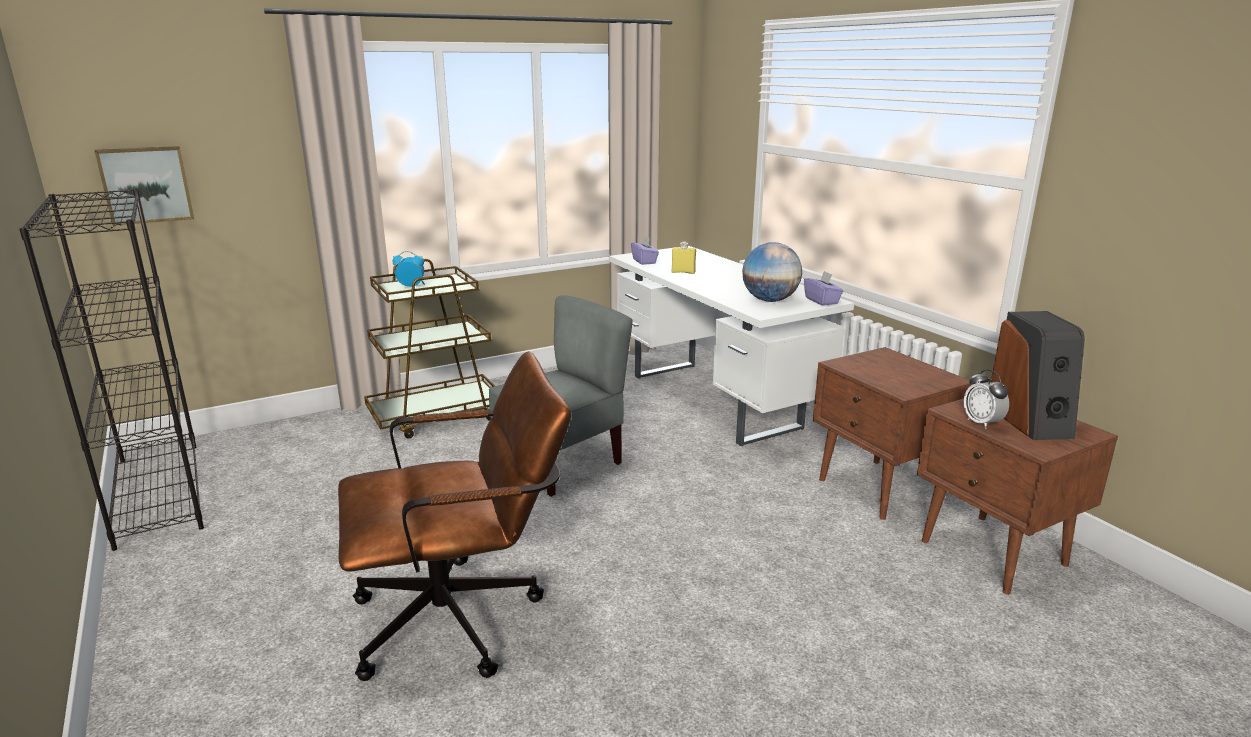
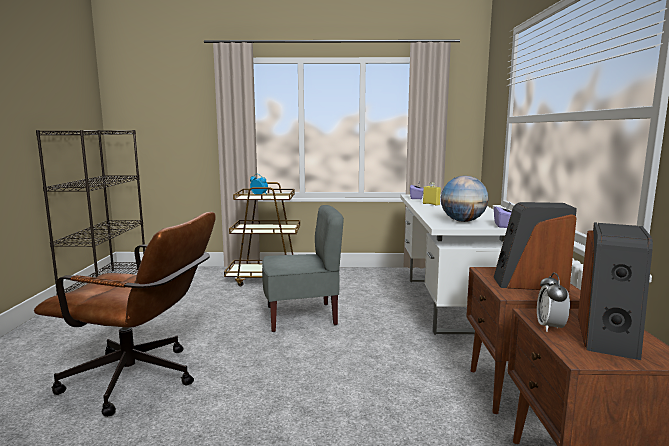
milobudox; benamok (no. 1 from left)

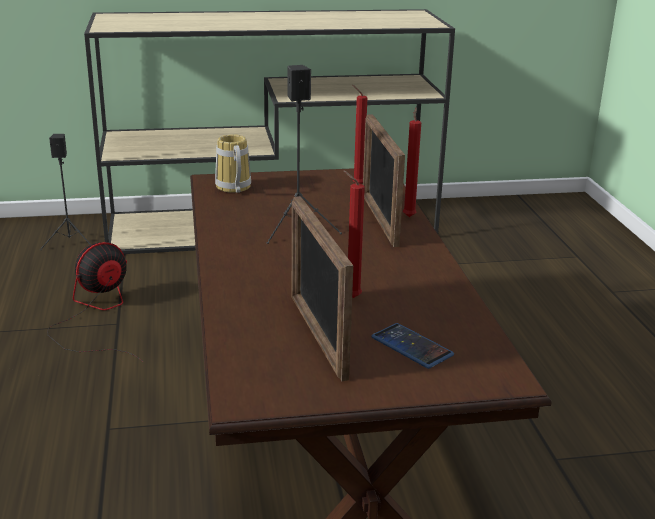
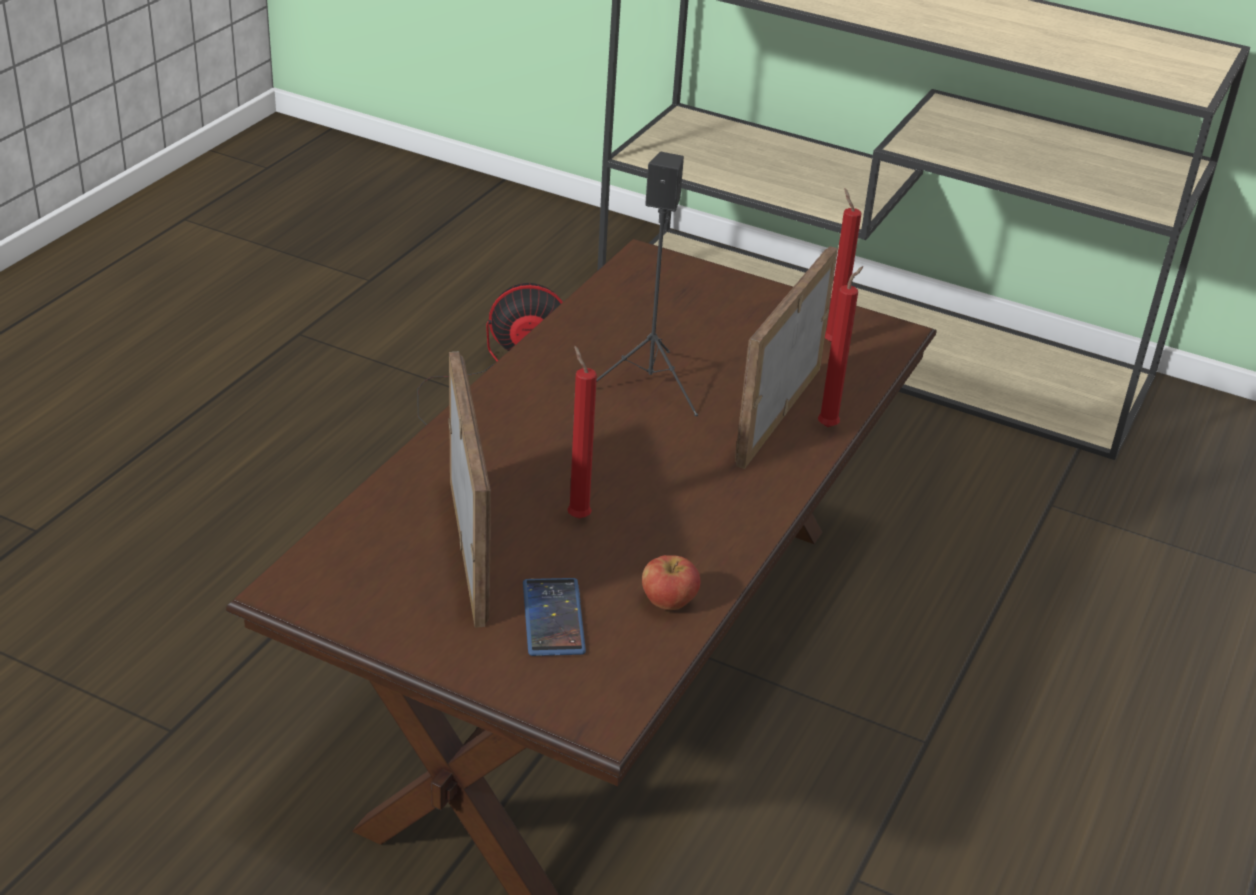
black_benamok (no. 1 from left in the first image); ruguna; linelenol (no. 1 from left); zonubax

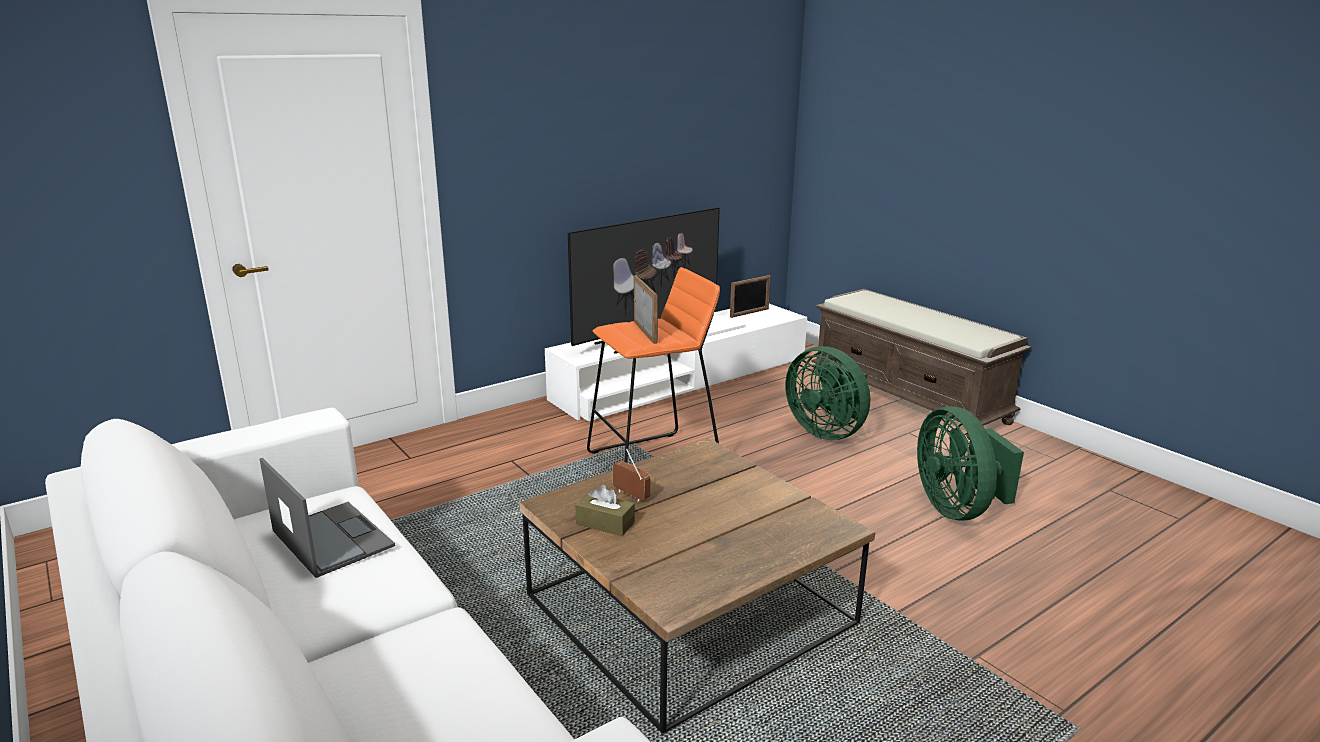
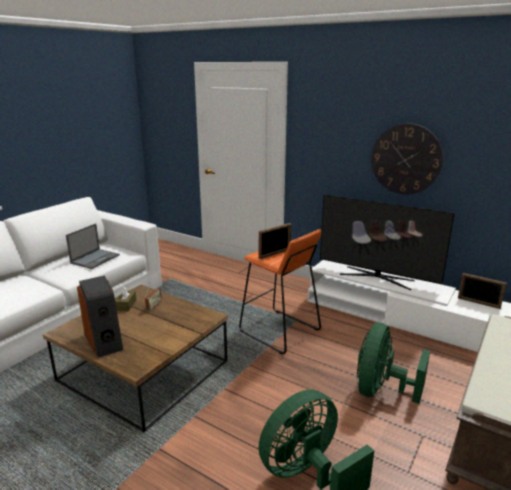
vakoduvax; benamok

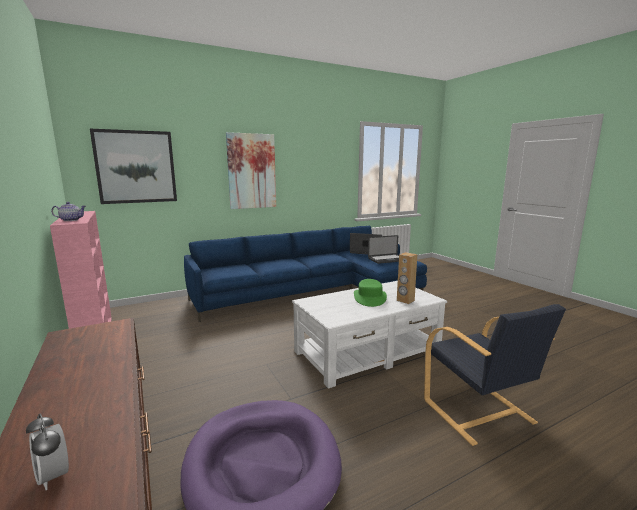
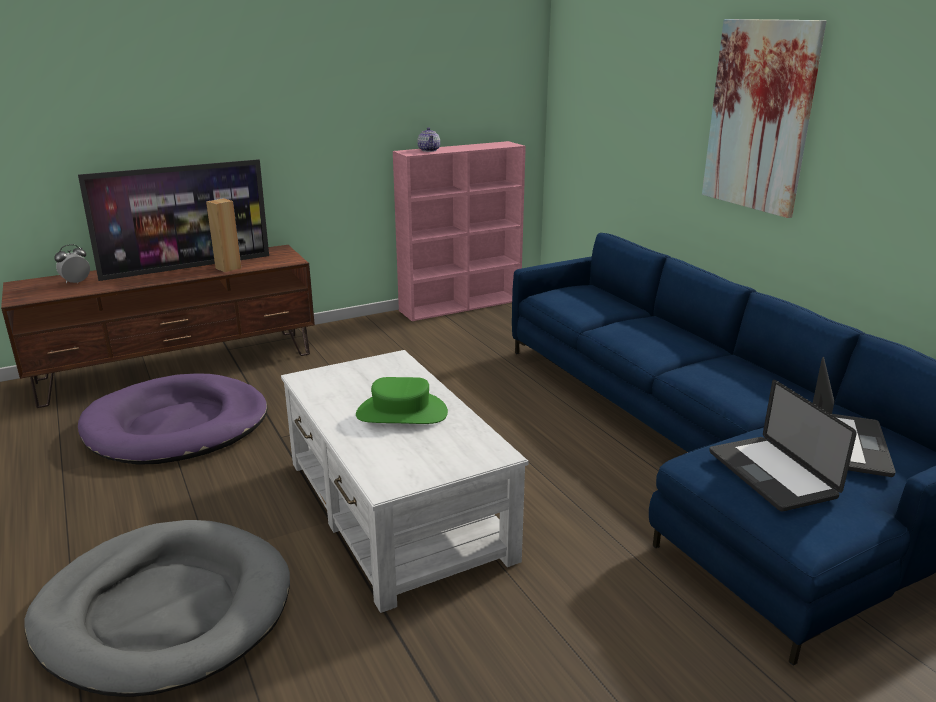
milobudox (no. 1 from left in the first image); brown_benamok; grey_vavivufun; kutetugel

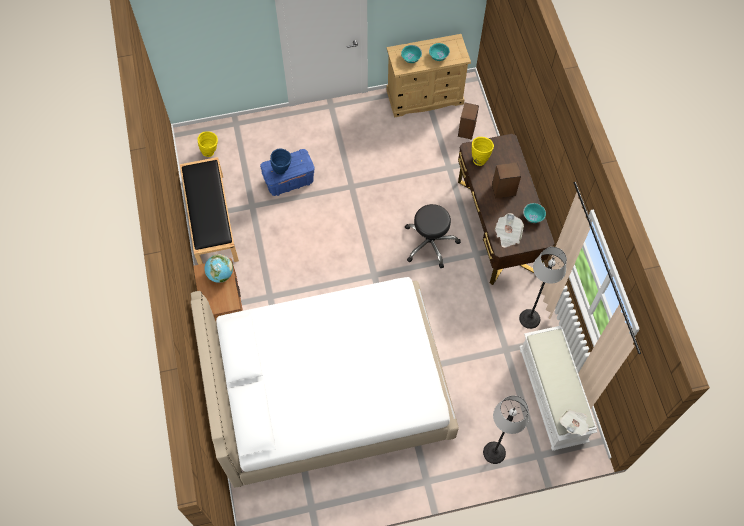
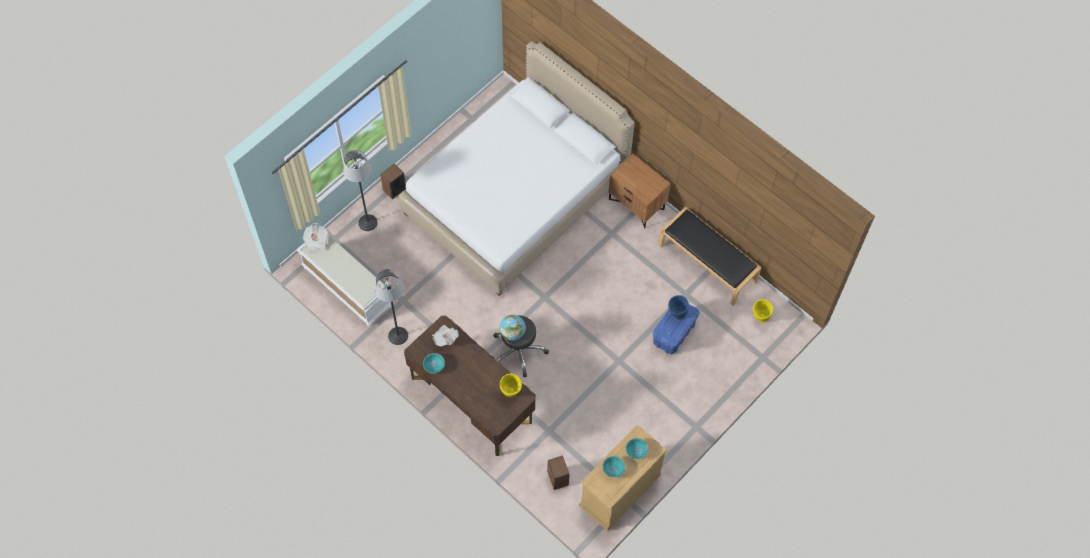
benamok (no. 1 from left); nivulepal

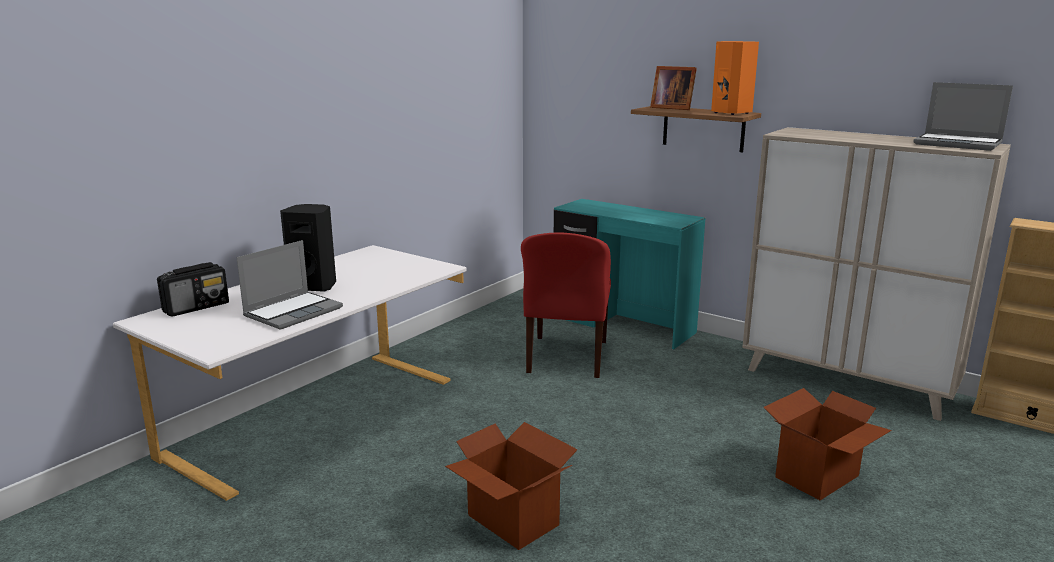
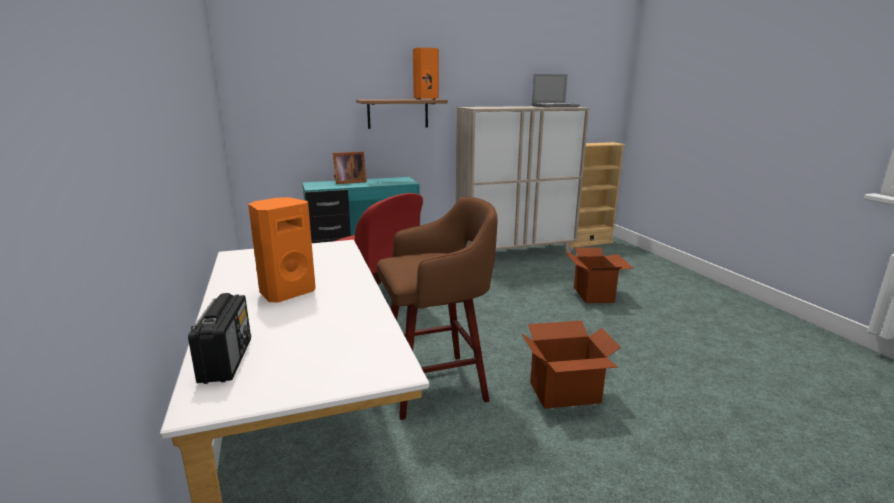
linelenol; orange_benamok (no. 1 from left); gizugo (no. 1 from left in the first image); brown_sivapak

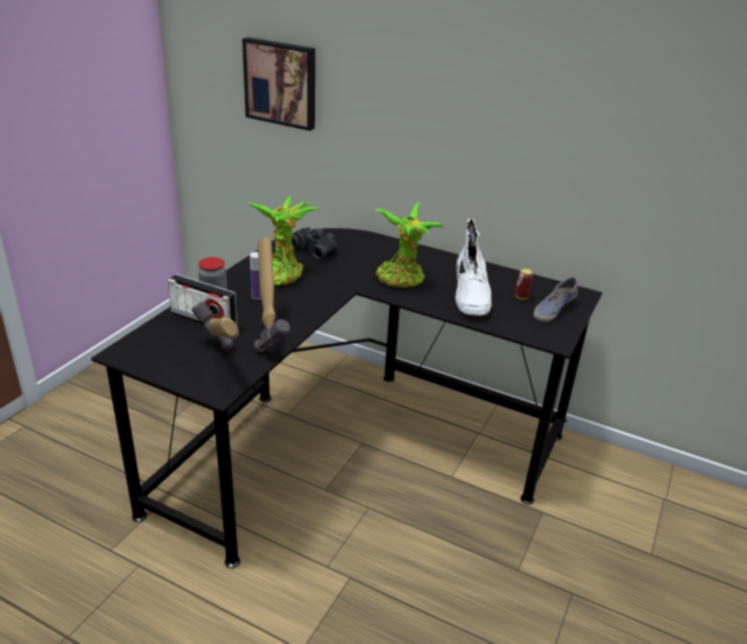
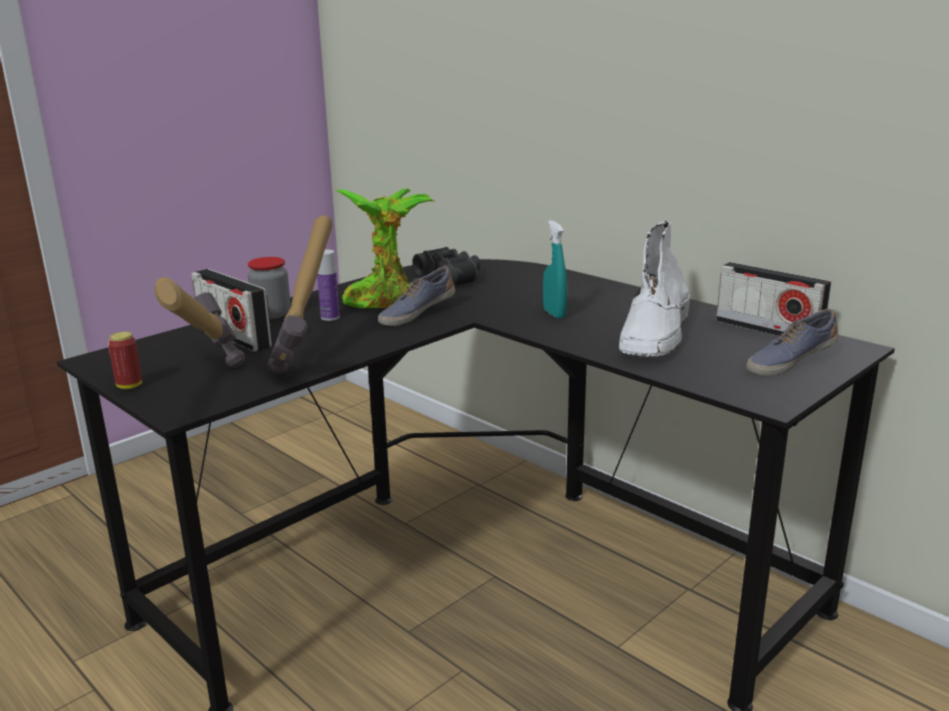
milobudox; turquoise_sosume; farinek; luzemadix (no. 2 from left); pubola (no. 1 from left)

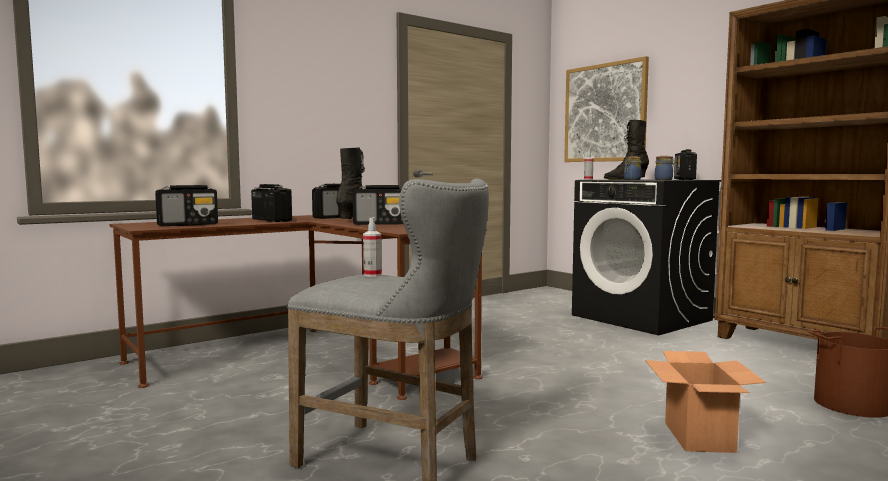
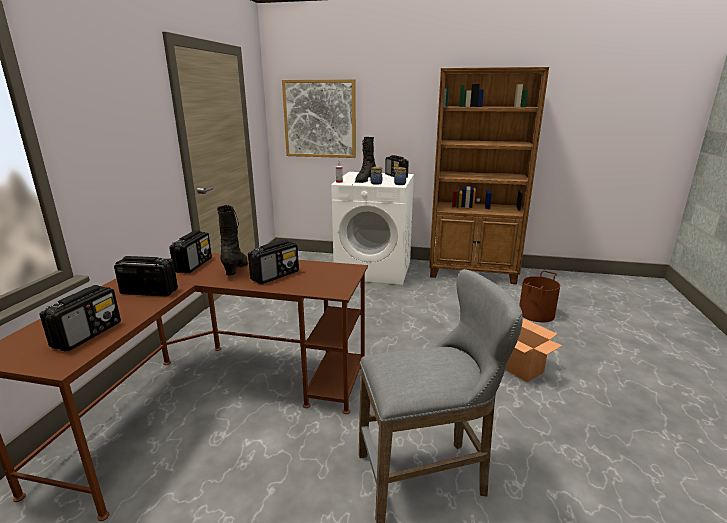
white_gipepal; sosume (no. 1 from left in the first image)

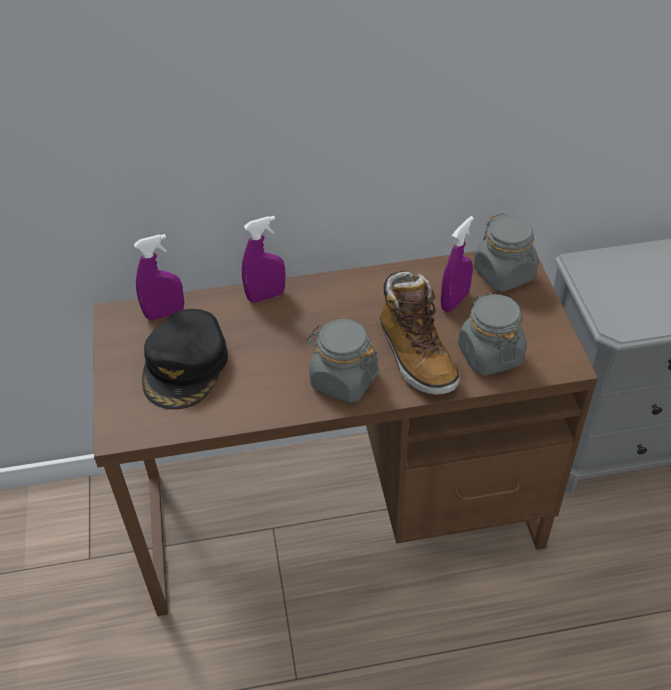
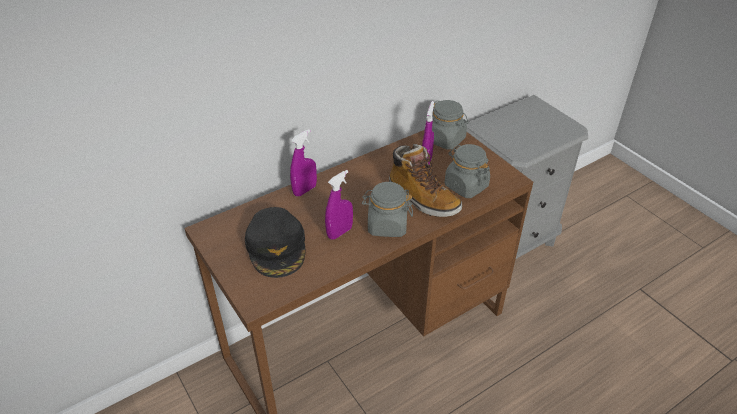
purple_sosume (no. 2 from left)

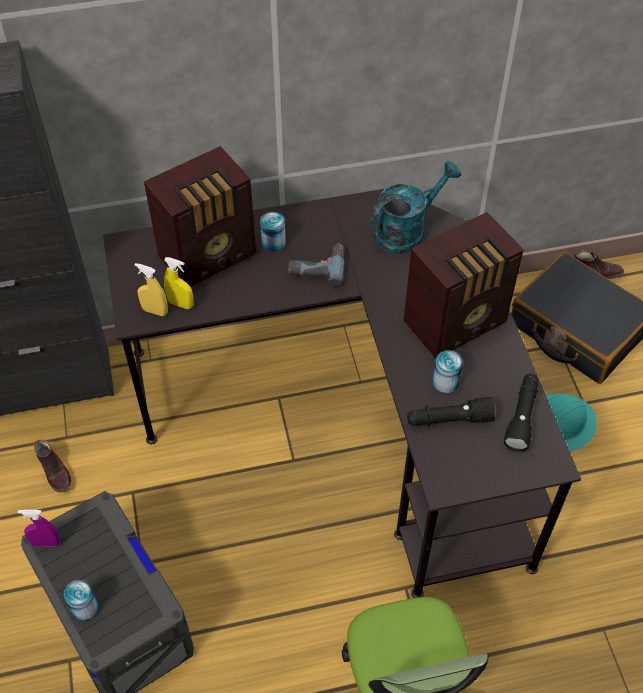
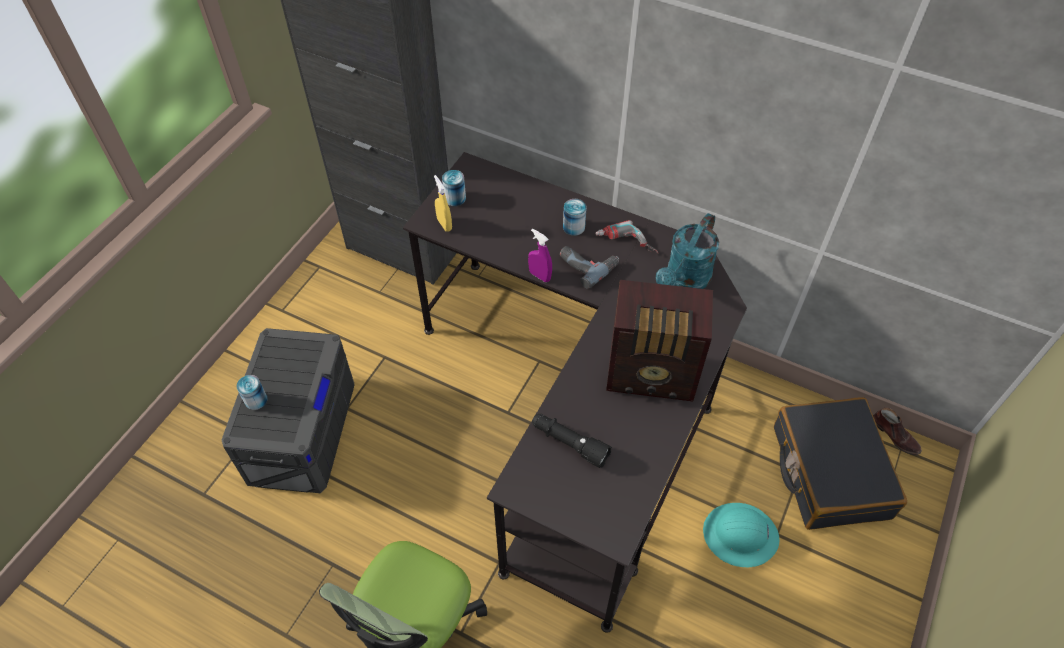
luzemadix (no. 1 from left in the first image); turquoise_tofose; yellow_sosume (no. 2 from left in the first image); farinek (no. 2 from left); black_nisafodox (no. 2 from left in the first image); brown_pubola (no. 1 from left in the first image); purple_sosume; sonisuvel (no. 2 from left)

